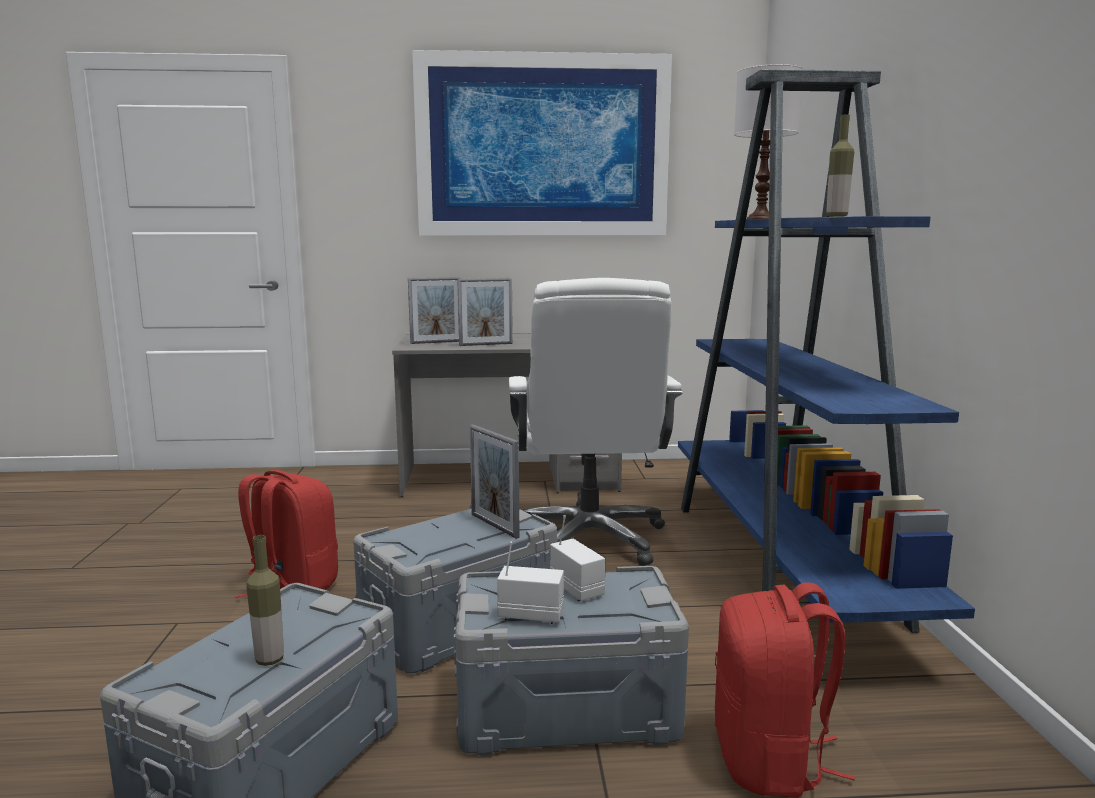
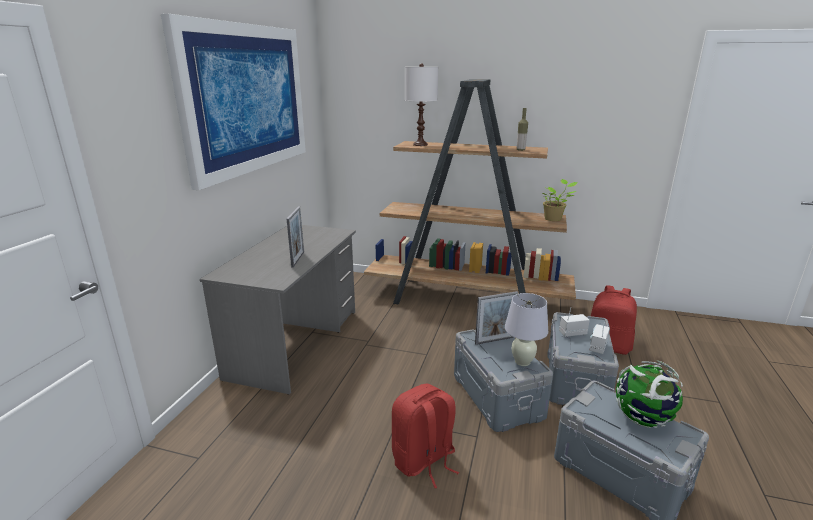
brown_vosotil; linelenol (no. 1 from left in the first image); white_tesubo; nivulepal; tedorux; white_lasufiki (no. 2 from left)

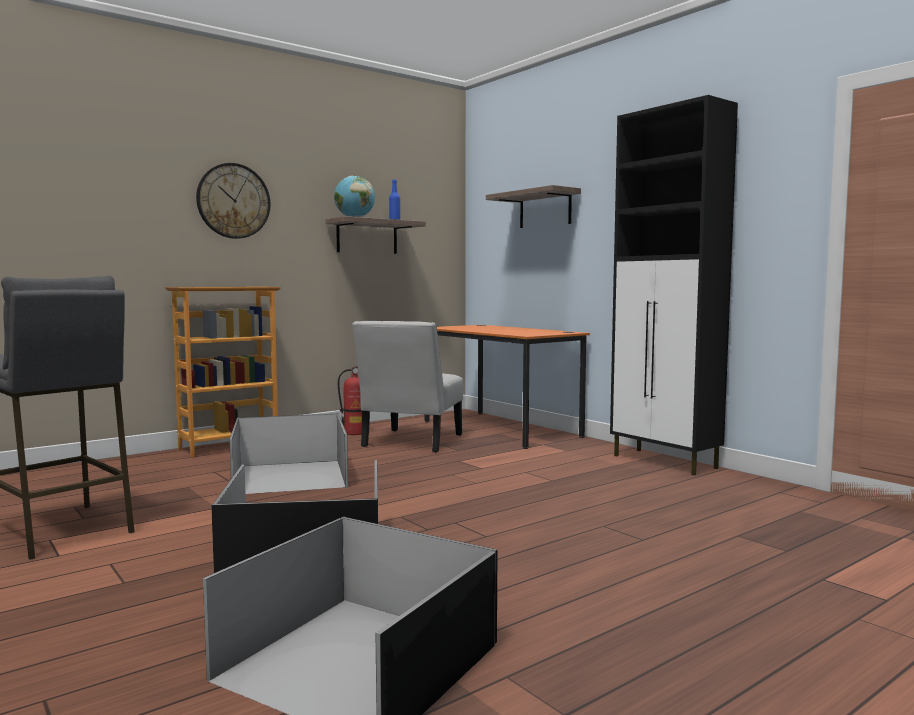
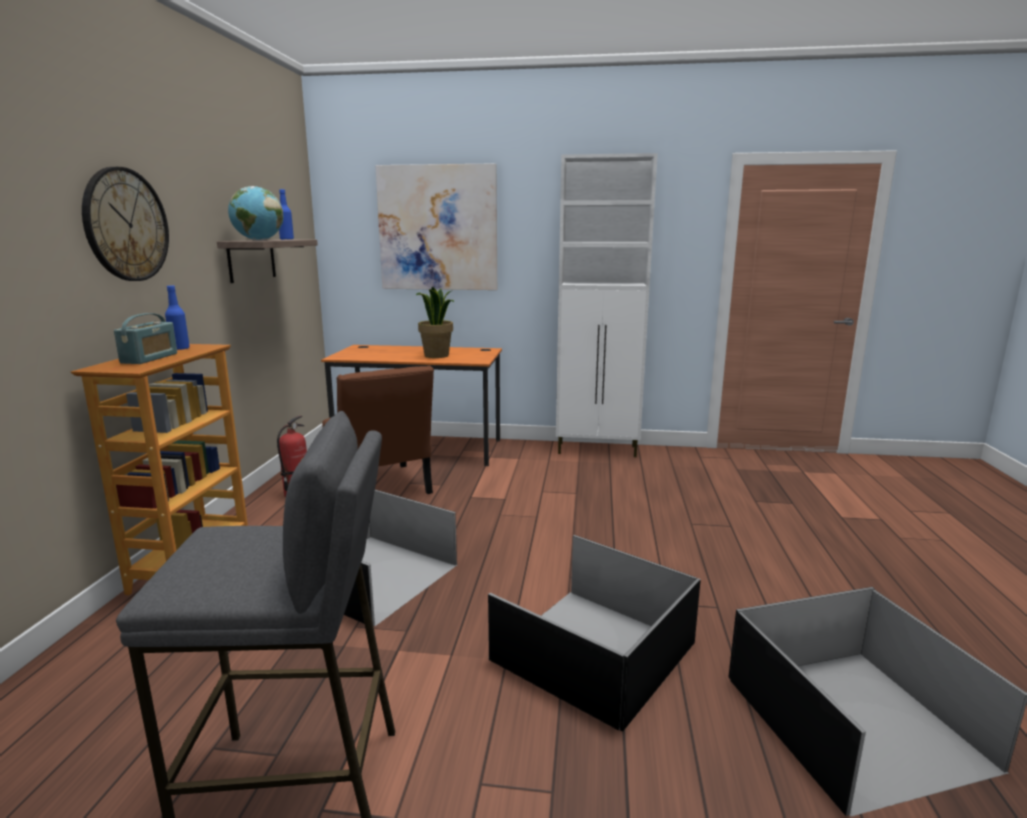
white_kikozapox; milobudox; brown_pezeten; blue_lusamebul (no. 1 from left); tedorux; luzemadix

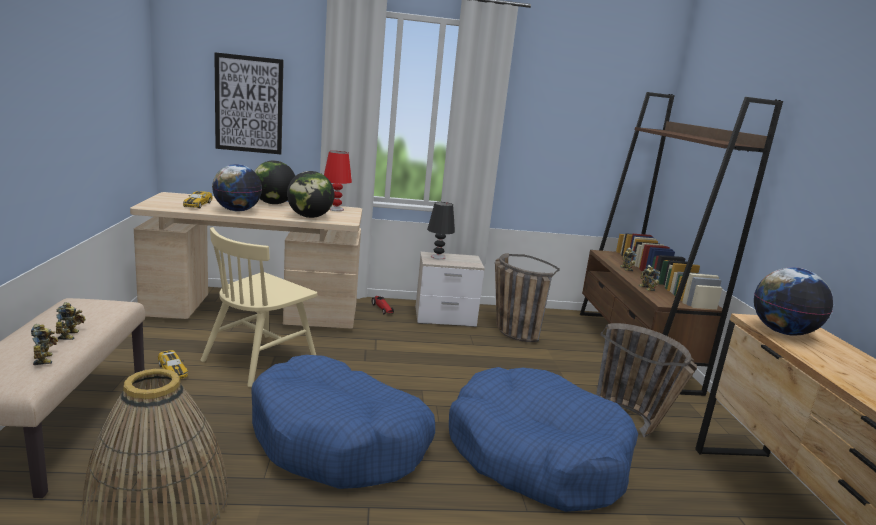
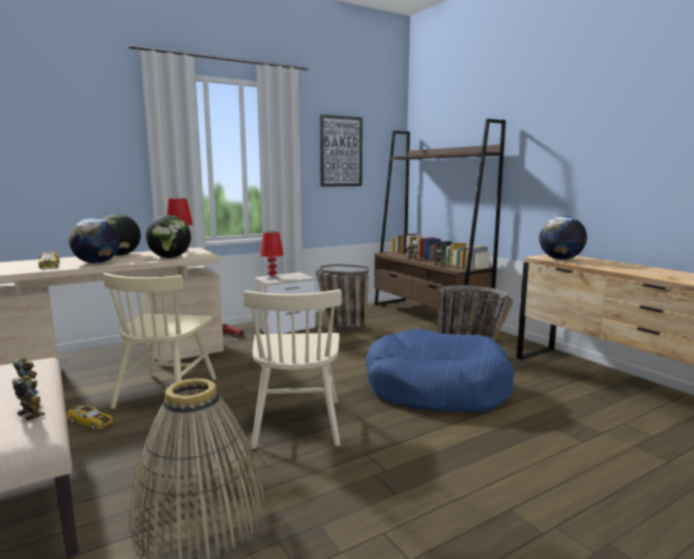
milobudox; red_lasufiki (no. 2 from left); beige_pezeten (no. 2 from left)

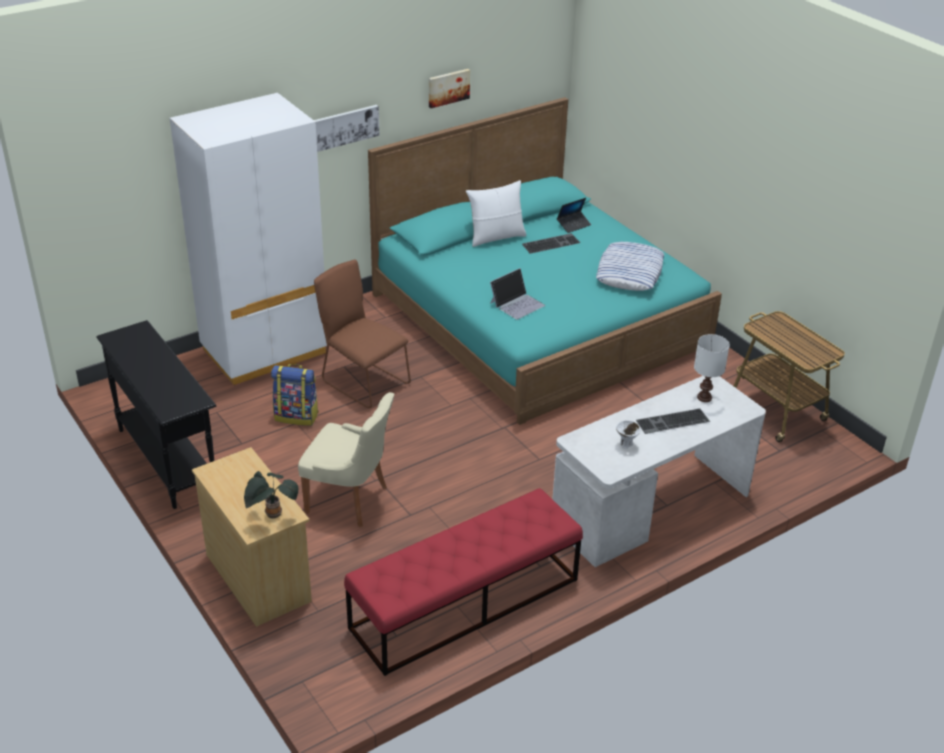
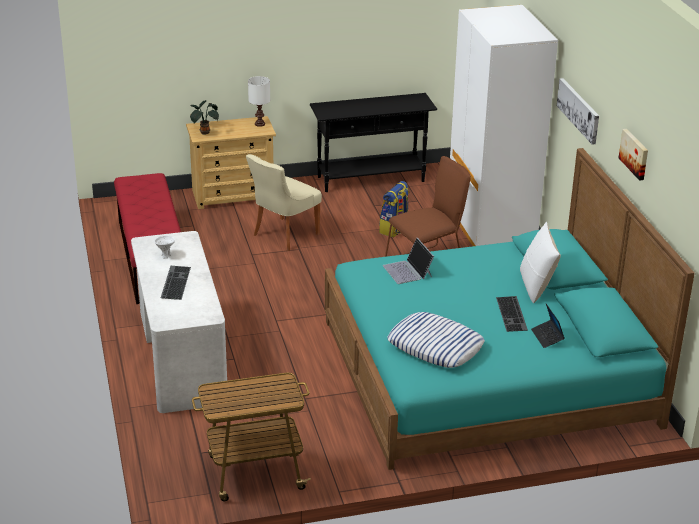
white_lasufiki

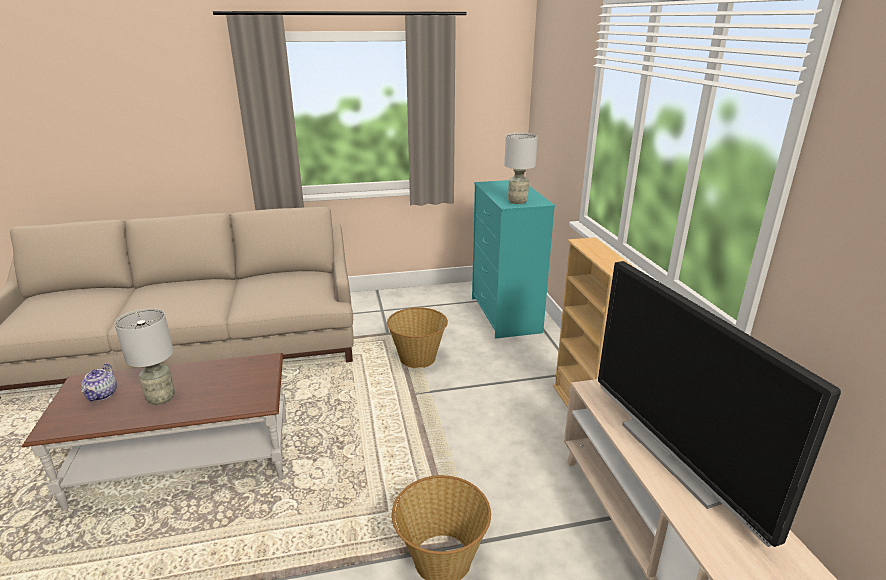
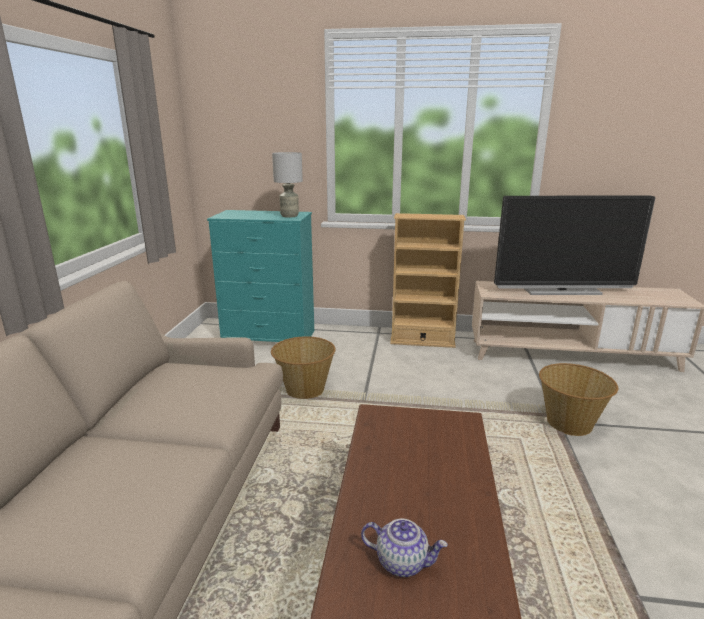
grey_lasufiki (no. 1 from left in the first image)

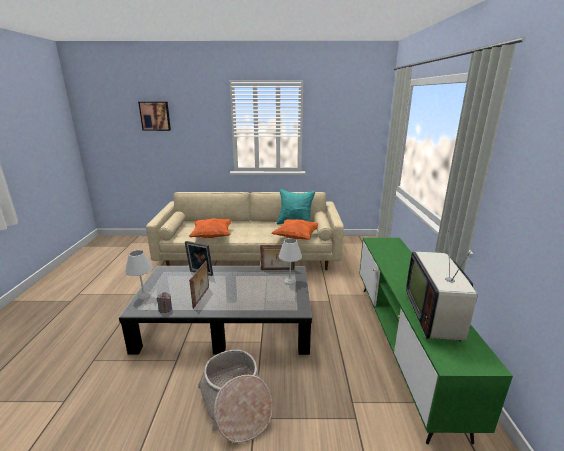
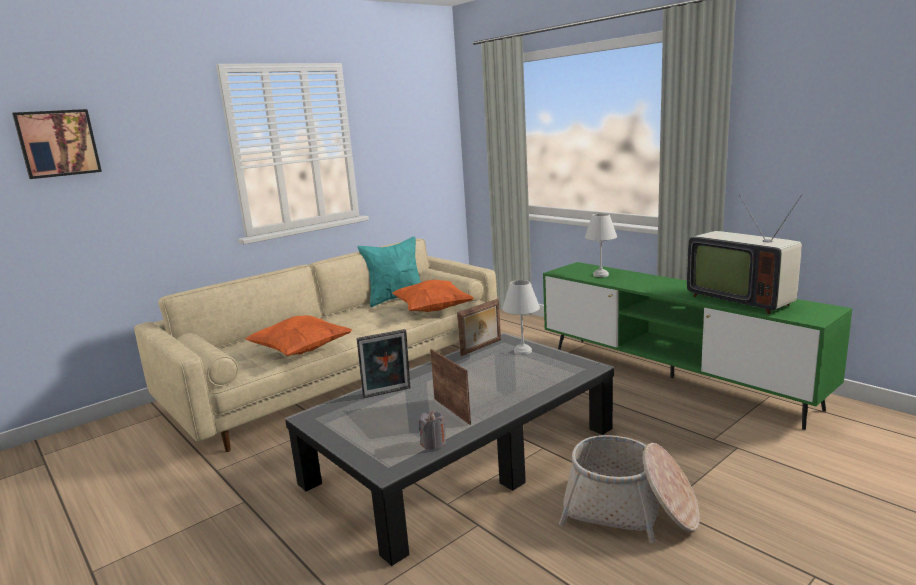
white_lasufiki (no. 2 from left)

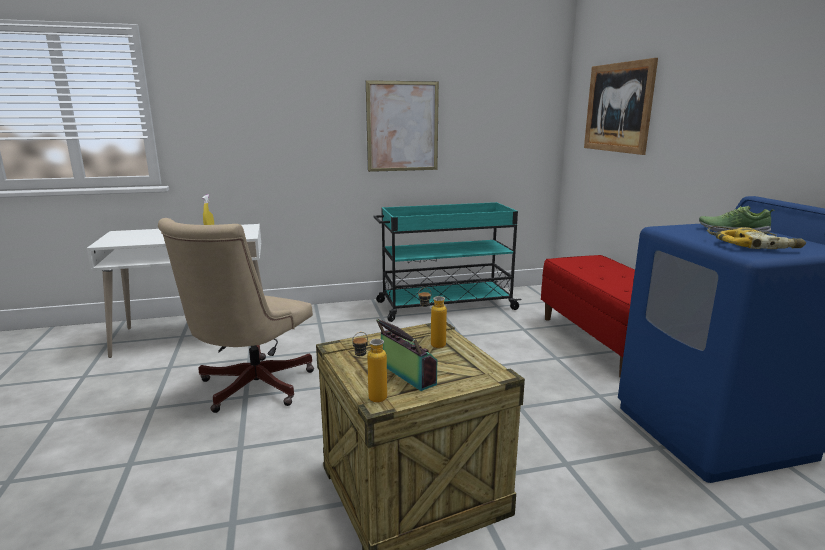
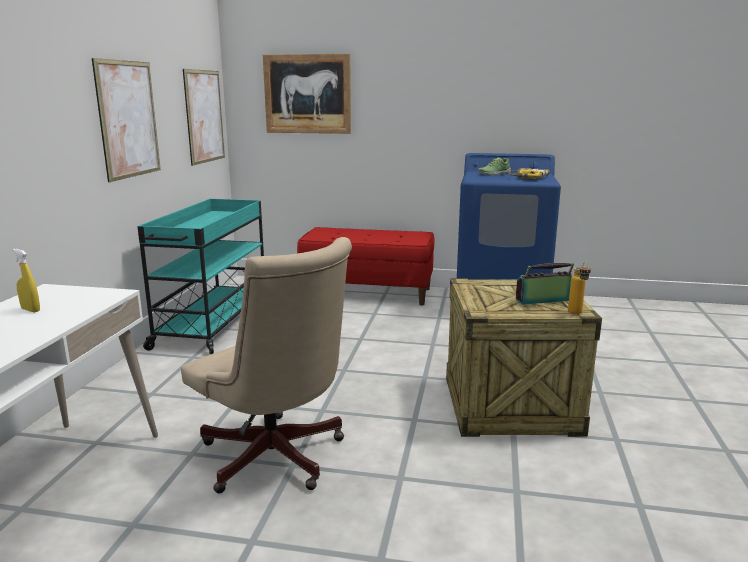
lusamebul (no. 2 from left in the first image); milobudox (no. 2 from left)

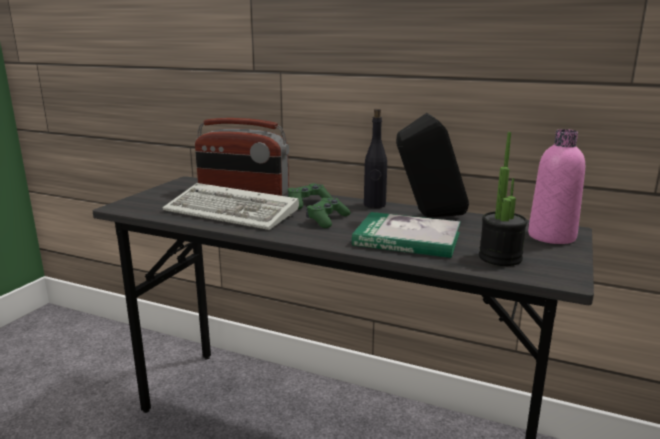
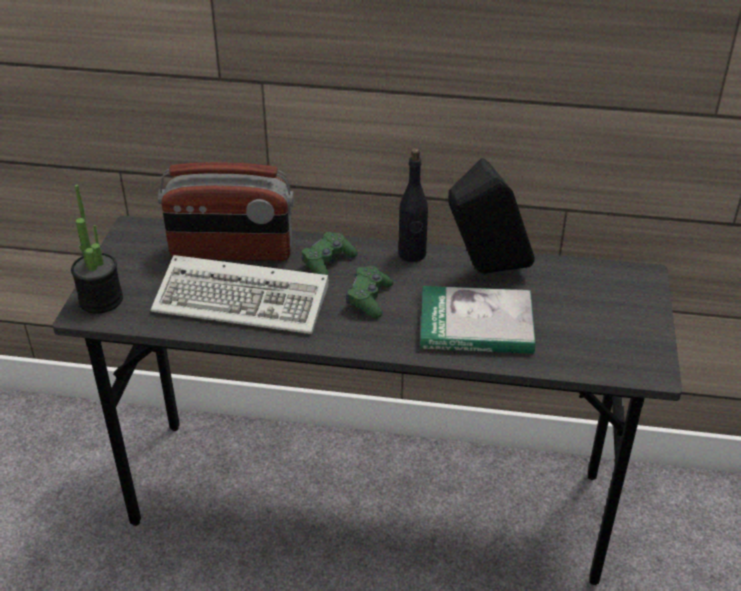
pink_lusamebul; tedorux

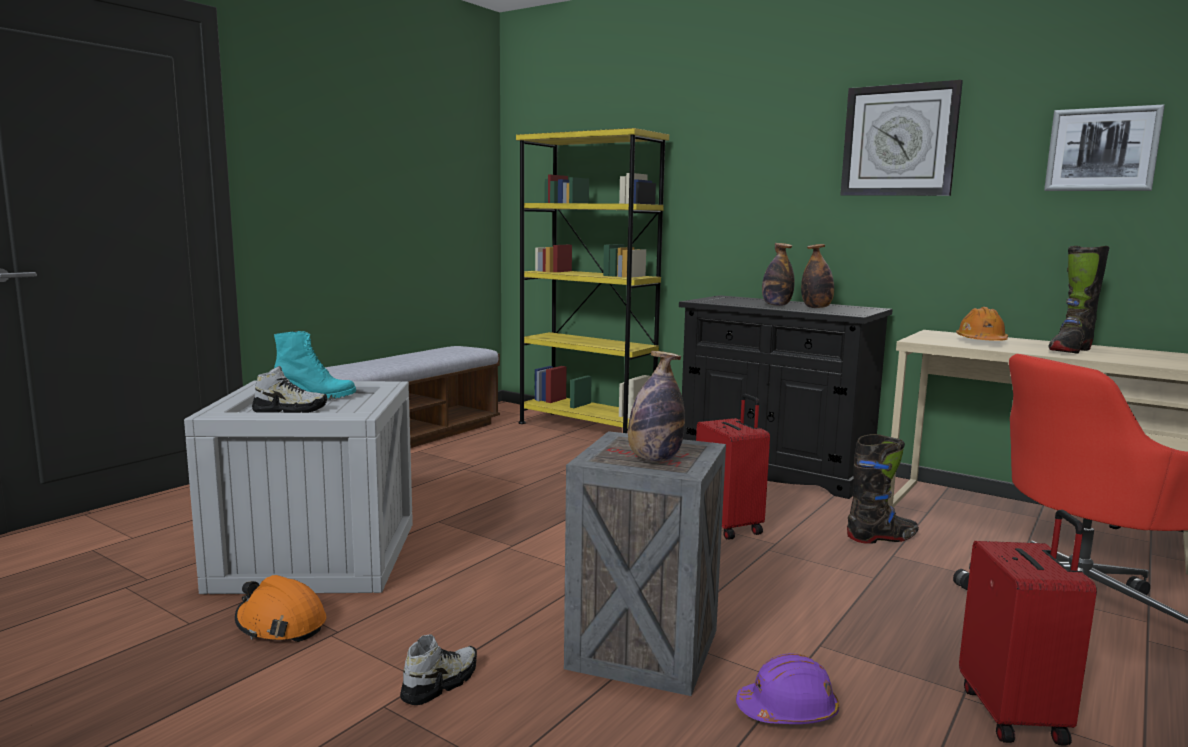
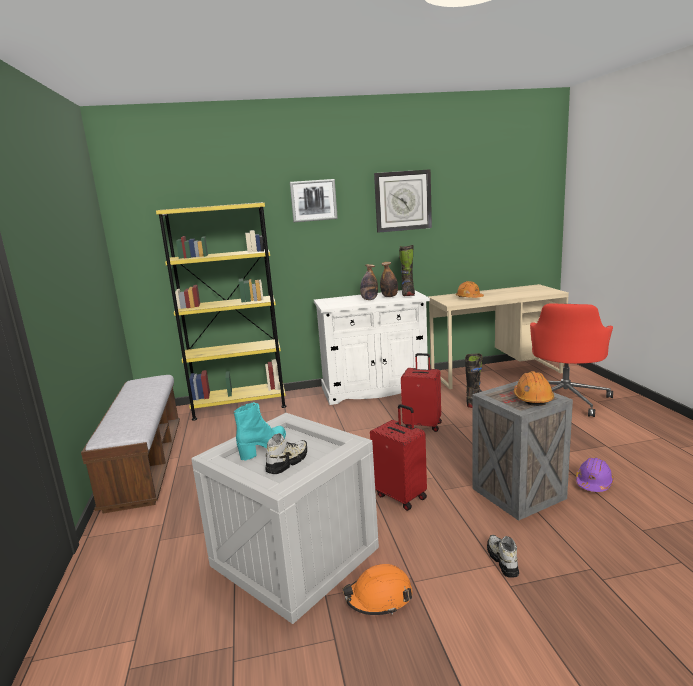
milobudox; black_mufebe (no. 1 from left); white_kikozapox; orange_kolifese (no. 3 from left); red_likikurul (no. 1 from left)

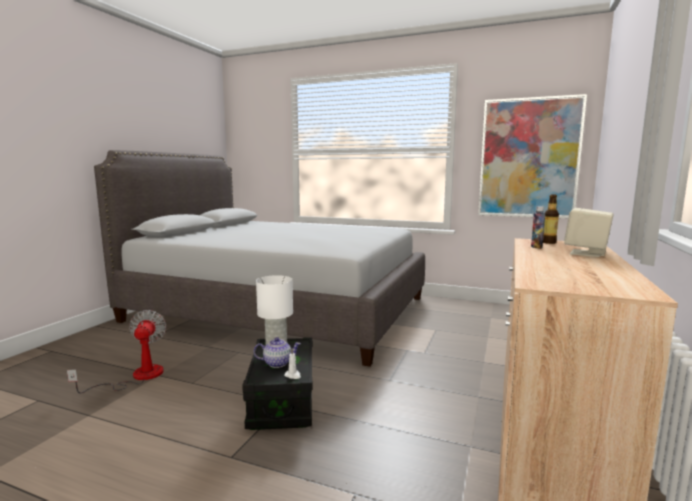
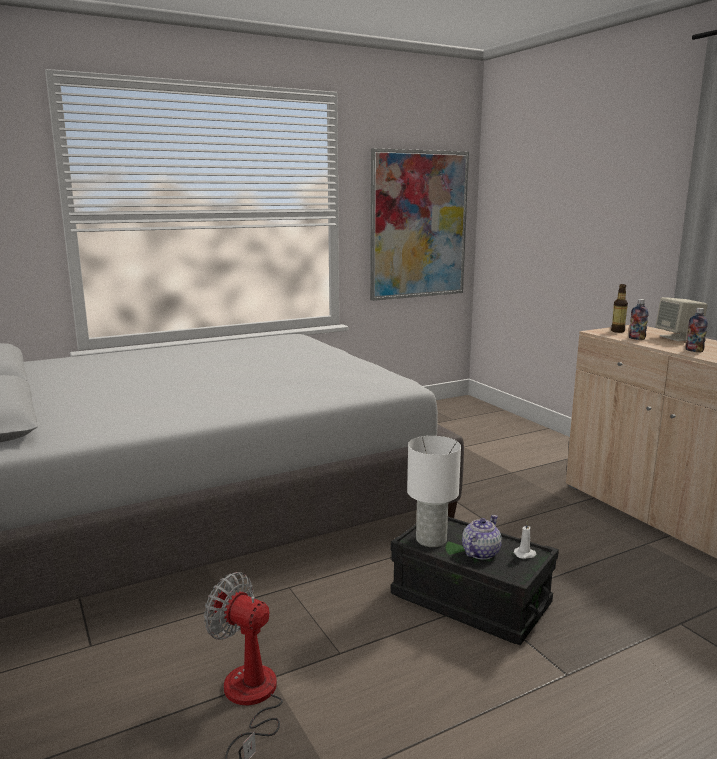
lusamebul (no. 3 from left)

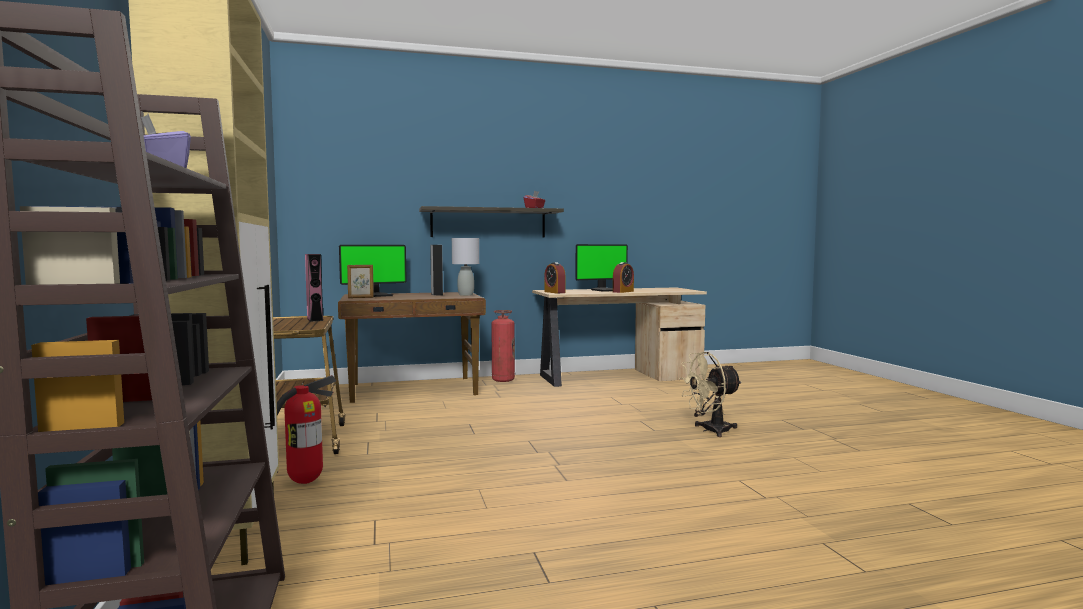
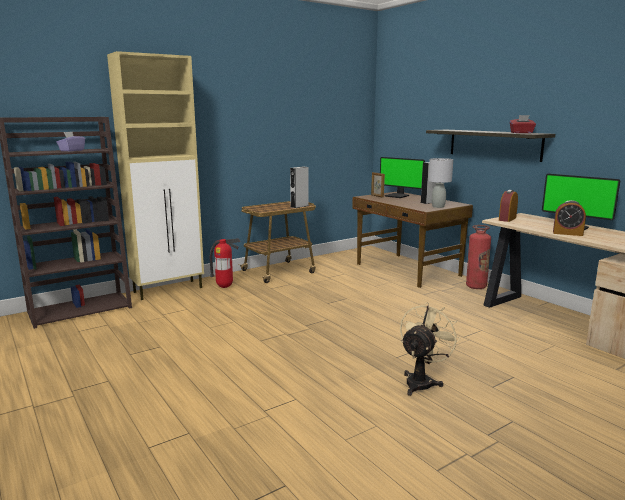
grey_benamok (no. 1 from left); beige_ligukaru

